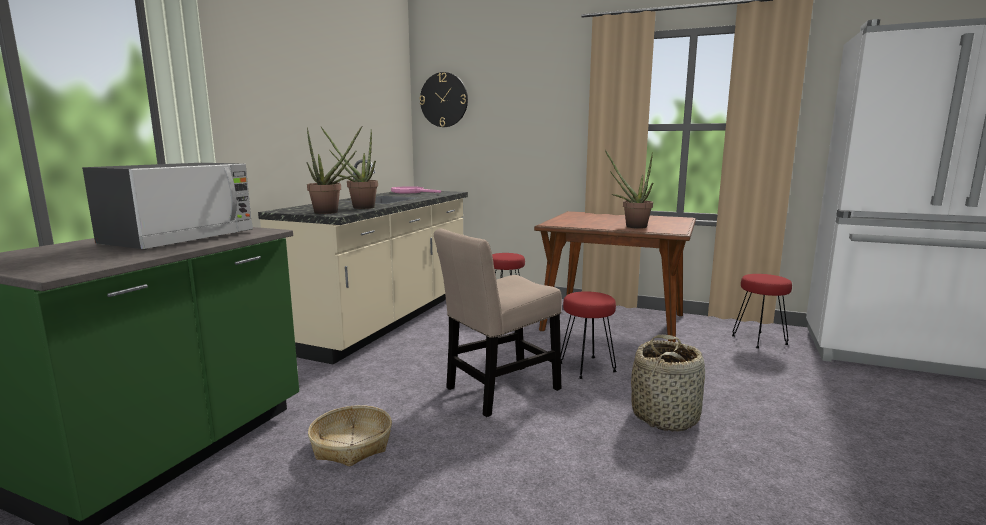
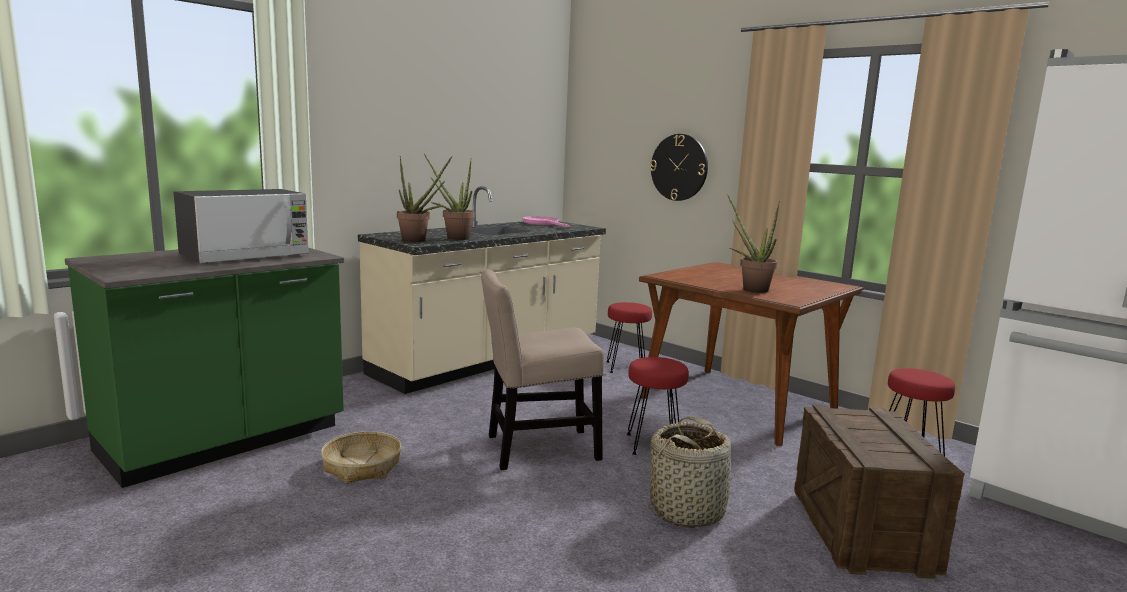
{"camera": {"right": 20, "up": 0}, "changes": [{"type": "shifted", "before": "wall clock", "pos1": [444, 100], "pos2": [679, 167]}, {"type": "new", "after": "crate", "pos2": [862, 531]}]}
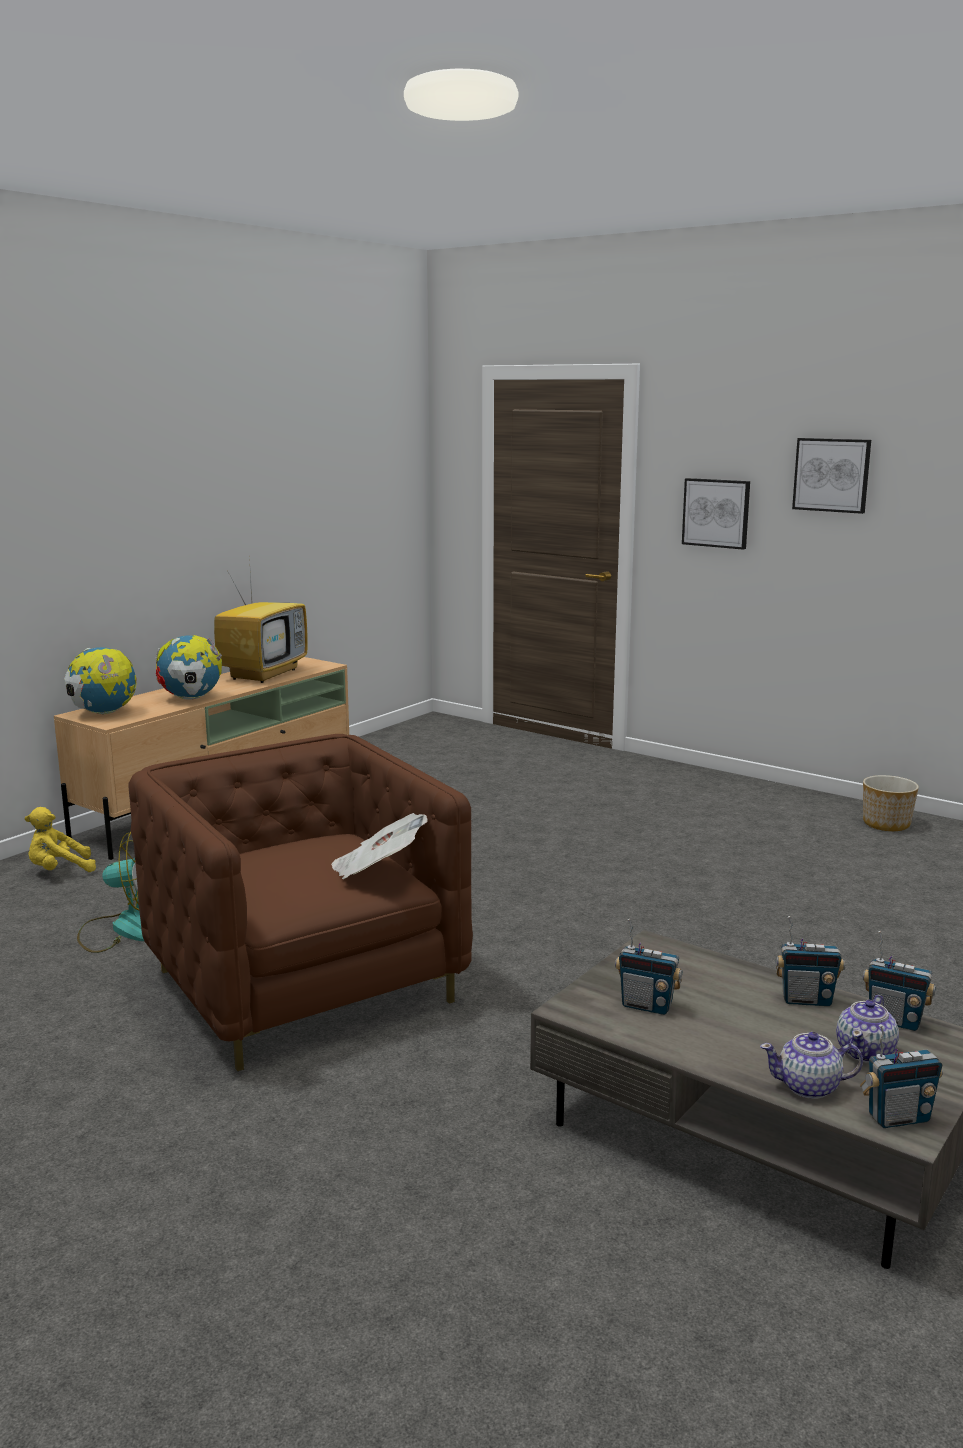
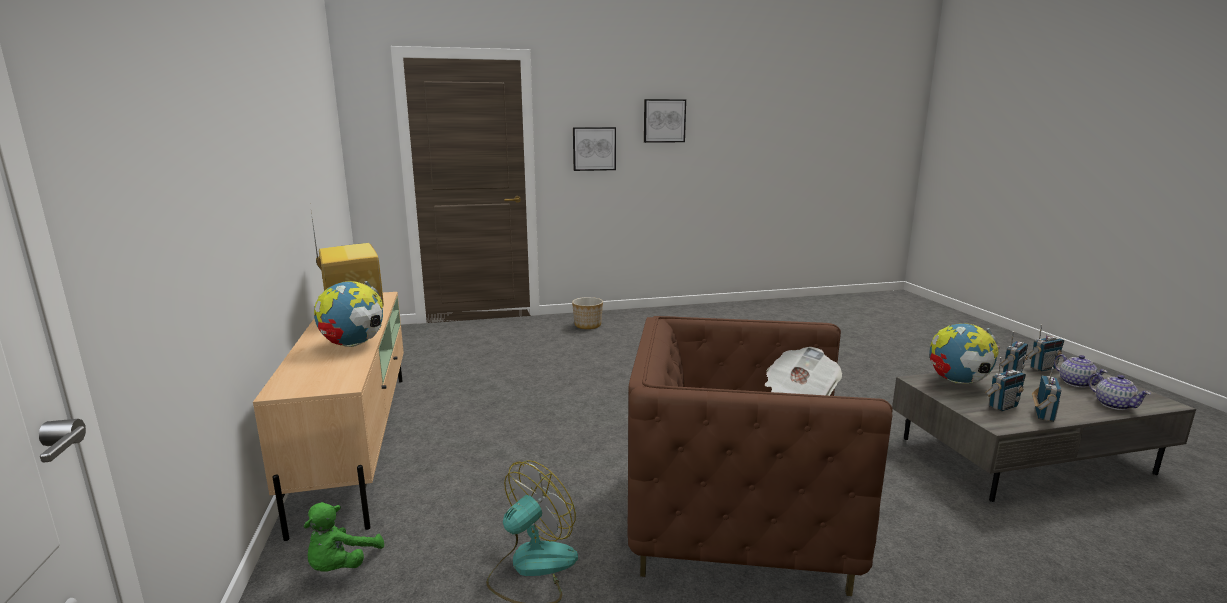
{"camera": {"right": -50, "up": 0}, "changes": [{"type": "repainted", "before": "yellow plush toy", "after": "green plush toy", "pos1": [59, 871], "pos2": [341, 566]}, {"type": "shifted", "before": "globe", "pos1": [104, 713], "pos2": [958, 382]}, {"type": "rotated", "before": "teapot", "pos1": [809, 1087], "pos2": [1114, 405], "turn": -60}, {"type": "shifted", "before": "radio", "pos1": [898, 1118], "pos2": [1043, 415]}, {"type": "shifted", "before": "planter", "pos1": [887, 824], "pos2": [588, 325]}]}
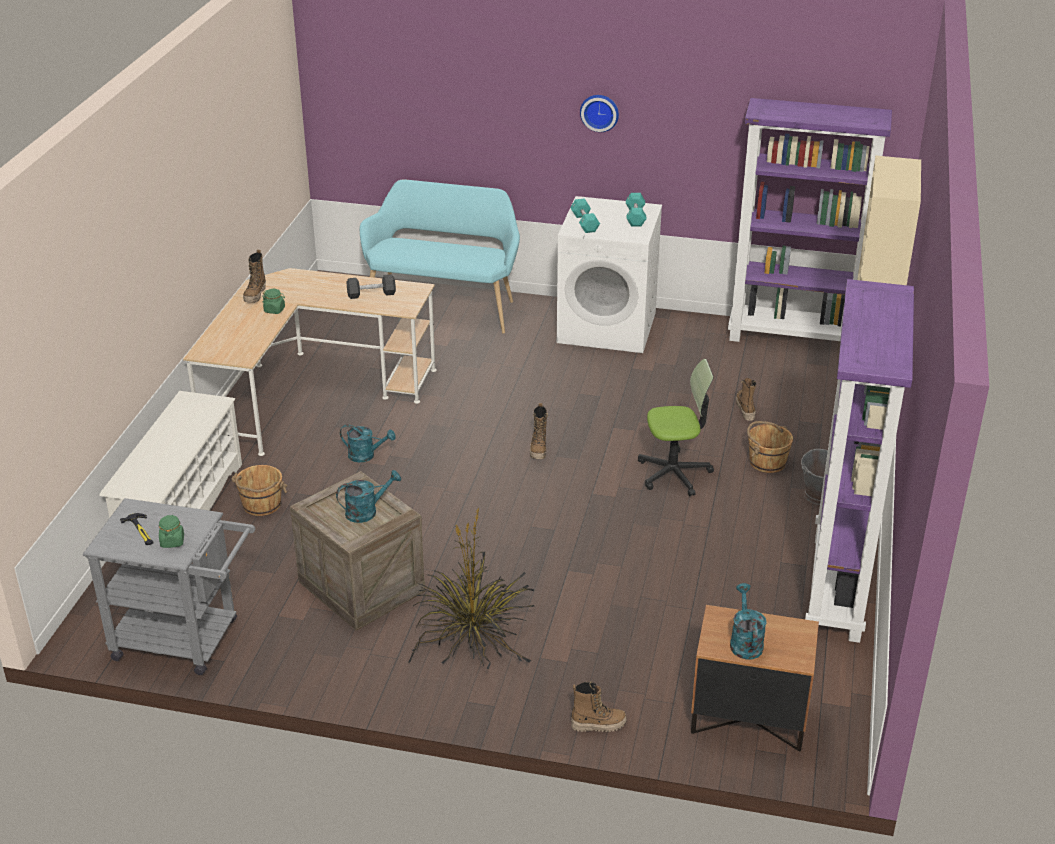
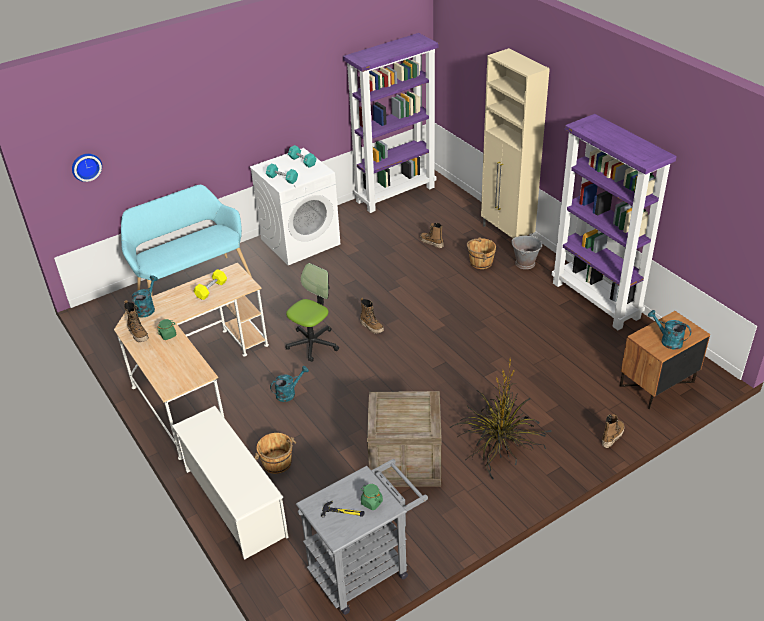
{"camera": {"right": -45, "up": 5}, "changes": [{"type": "shifted", "before": "turquoise watering can", "pos1": [367, 511], "pos2": [147, 308]}, {"type": "repainted", "before": "black dumbbell", "after": "yellow dumbbell", "pos1": [371, 294], "pos2": [211, 290]}, {"type": "shifted", "before": "wall clock", "pos1": [599, 112], "pos2": [86, 166]}, {"type": "shifted", "before": "office chair", "pos1": [674, 473], "pos2": [312, 343]}]}
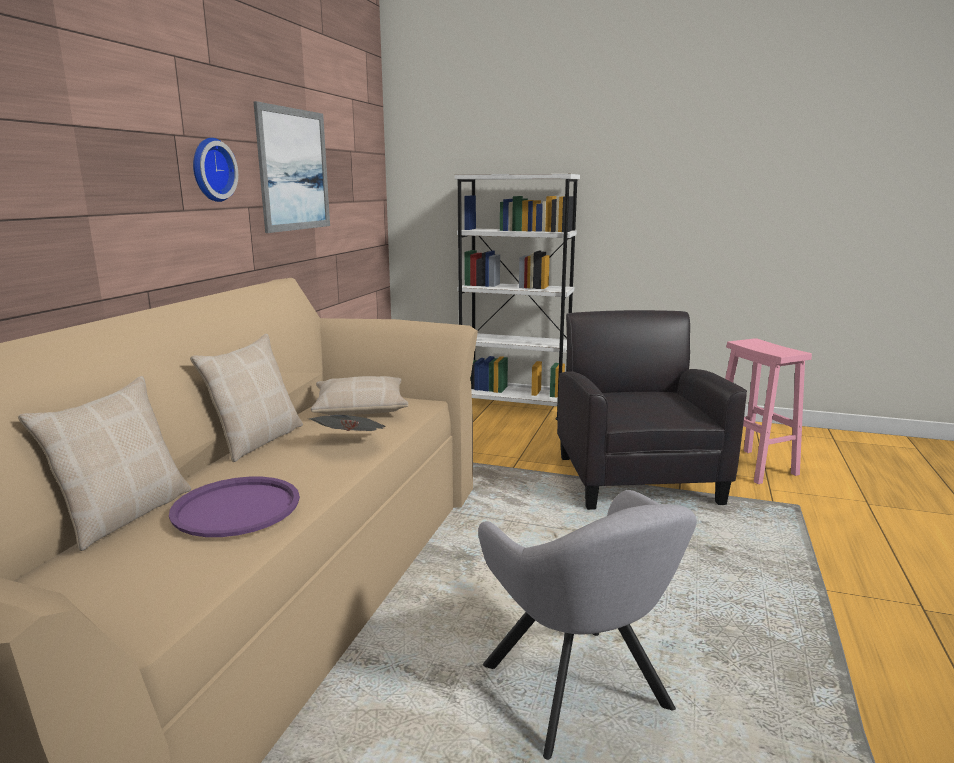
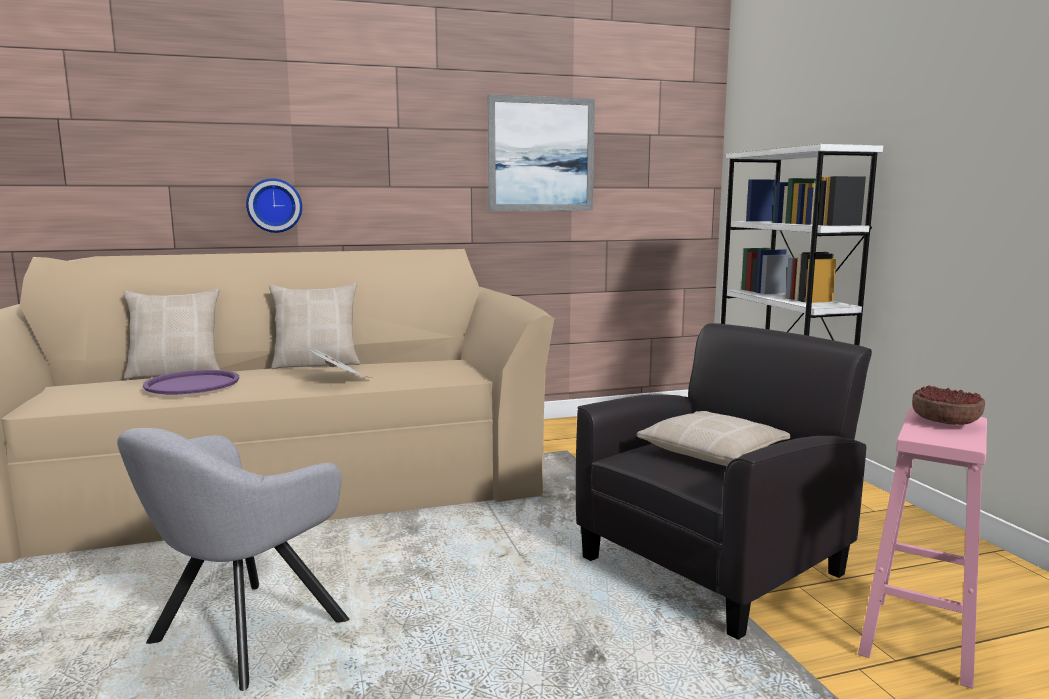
{"camera": {"right": 55, "up": -5}, "changes": [{"type": "shifted", "before": "wall clock", "pos1": [210, 170], "pos2": [274, 205]}, {"type": "shifted", "before": "beige pillow", "pos1": [360, 407], "pos2": [713, 451]}, {"type": "new", "after": "bowl", "pos2": [945, 421]}]}
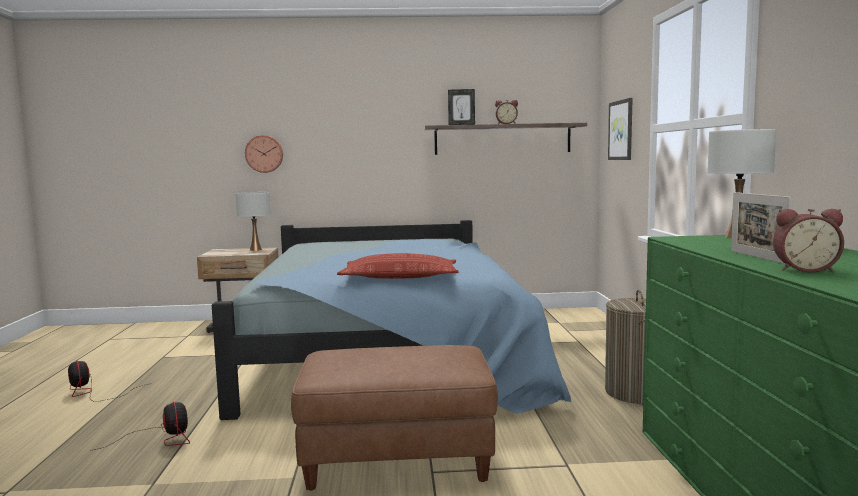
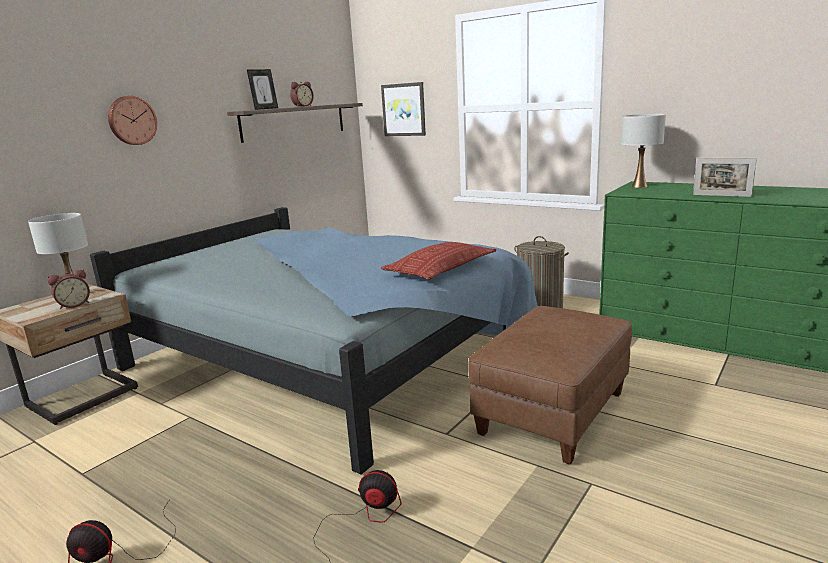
{"camera": {"right": -50, "up": 10}, "changes": [{"type": "shifted", "before": "wall clock", "pos1": [264, 154], "pos2": [131, 120]}, {"type": "shifted", "before": "alarm clock", "pos1": [804, 269], "pos2": [73, 305]}]}
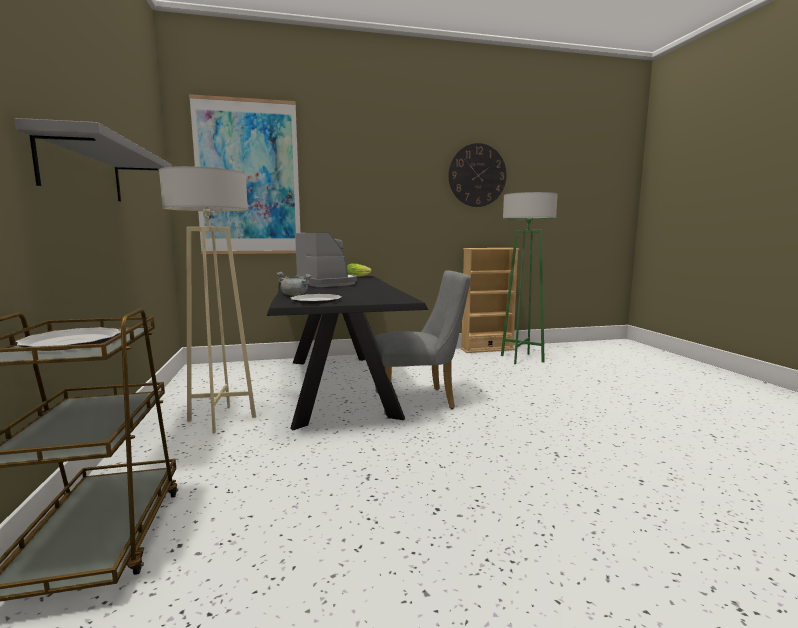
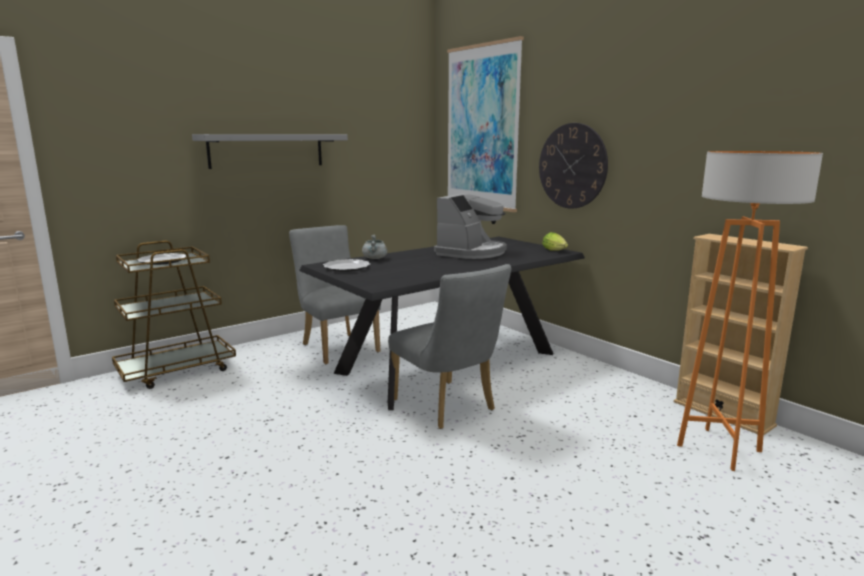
{"camera": {"right": 65, "up": 5}, "changes": [{"type": "swapped", "before": "beige floor lamp", "after": "grey chair", "pos1": [222, 419], "pos2": [337, 346]}, {"type": "shifted", "before": "wall clock", "pos1": [477, 175], "pos2": [572, 166]}, {"type": "repainted", "before": "green floor lamp", "after": "orange floor lamp", "pos1": [521, 359], "pos2": [718, 448]}]}
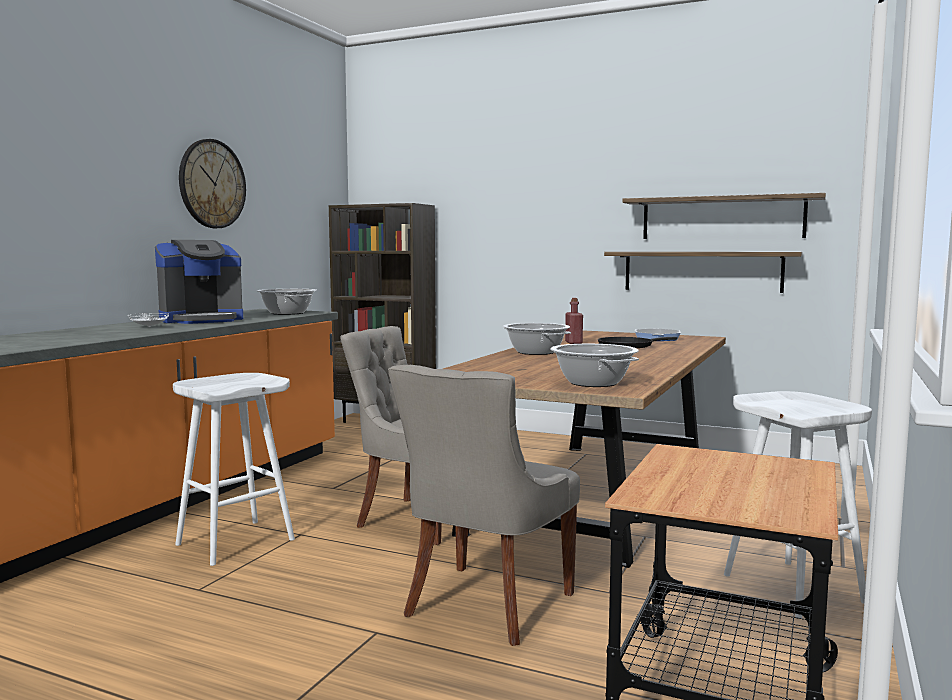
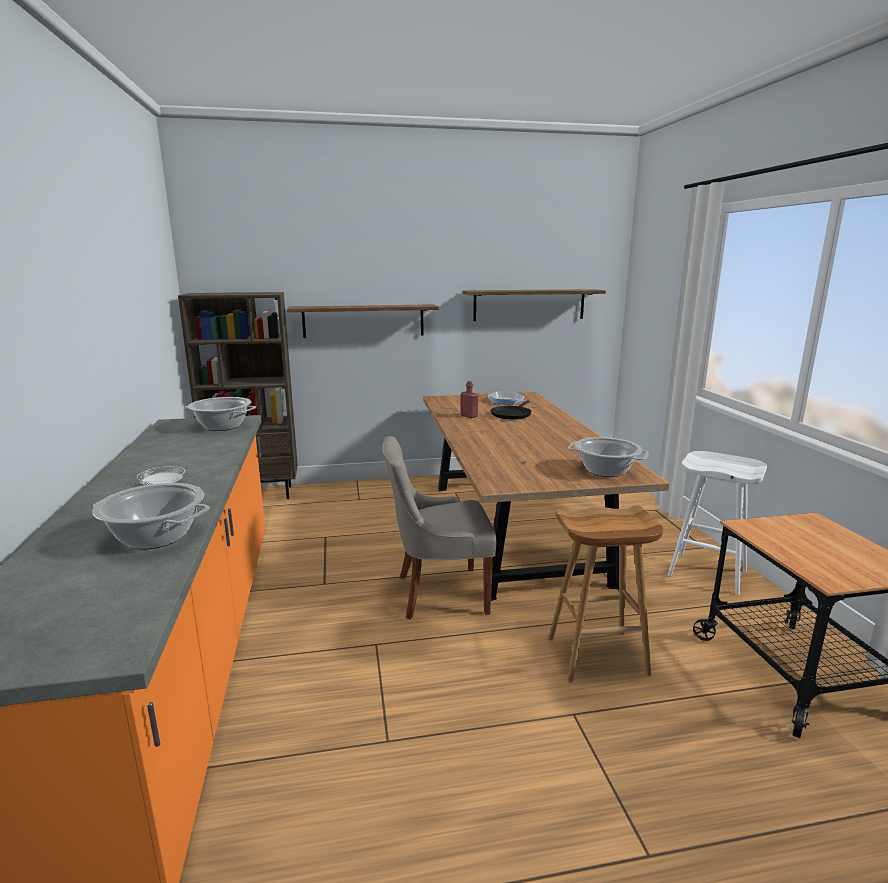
{"camera": {"right": -35, "up": 10}, "changes": [{"type": "gone", "before": "coffee machine", "pos1": [201, 320]}, {"type": "gone", "before": "white stool", "pos1": [236, 541]}, {"type": "gone", "before": "wall clock", "pos1": [212, 184]}, {"type": "swapped", "before": "grey chair", "after": "brown stool", "pos1": [485, 605], "pos2": [596, 656]}, {"type": "shifted", "before": "cooking pot", "pos1": [535, 352], "pos2": [155, 537]}, {"type": "shifted", "before": "shelf", "pos1": [702, 271], "pos2": [363, 321]}]}
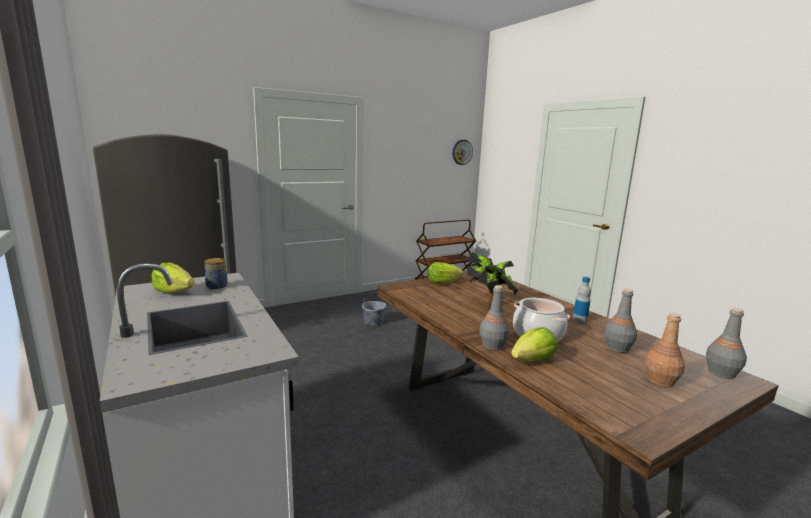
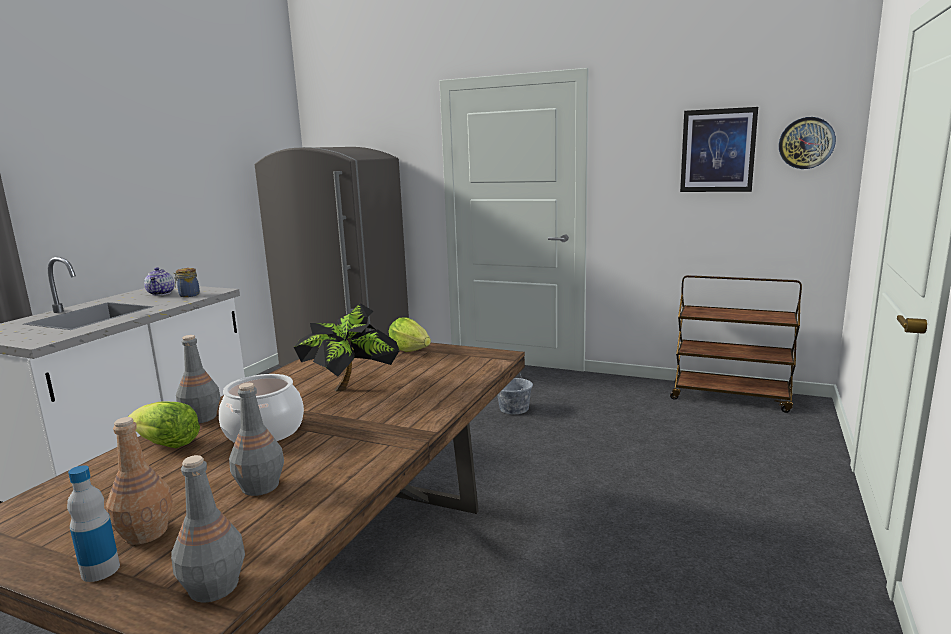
{"camera": {"right": 55, "up": 0}, "changes": [{"type": "swapped", "before": "lettuce", "after": "teapot", "pos1": [174, 292], "pos2": [161, 293]}, {"type": "shifted", "before": "bottle", "pos1": [579, 320], "pos2": [100, 570]}, {"type": "new", "after": "picture", "pos2": [718, 150]}]}
